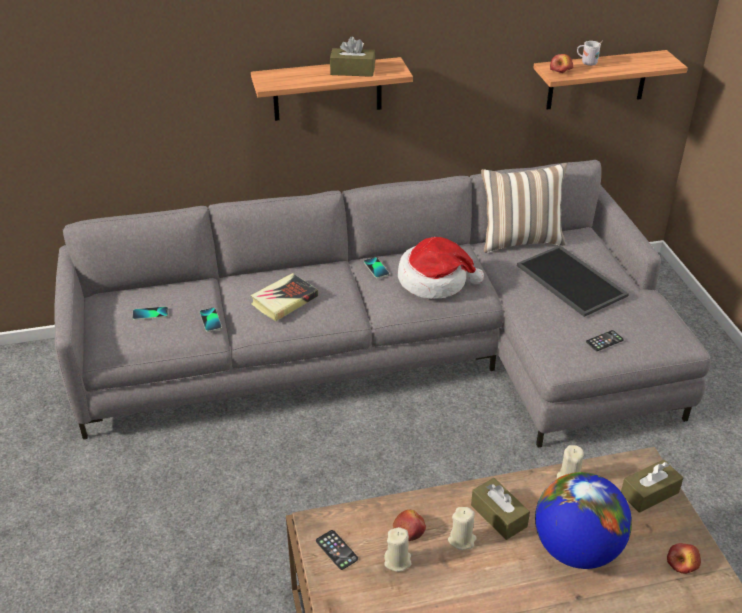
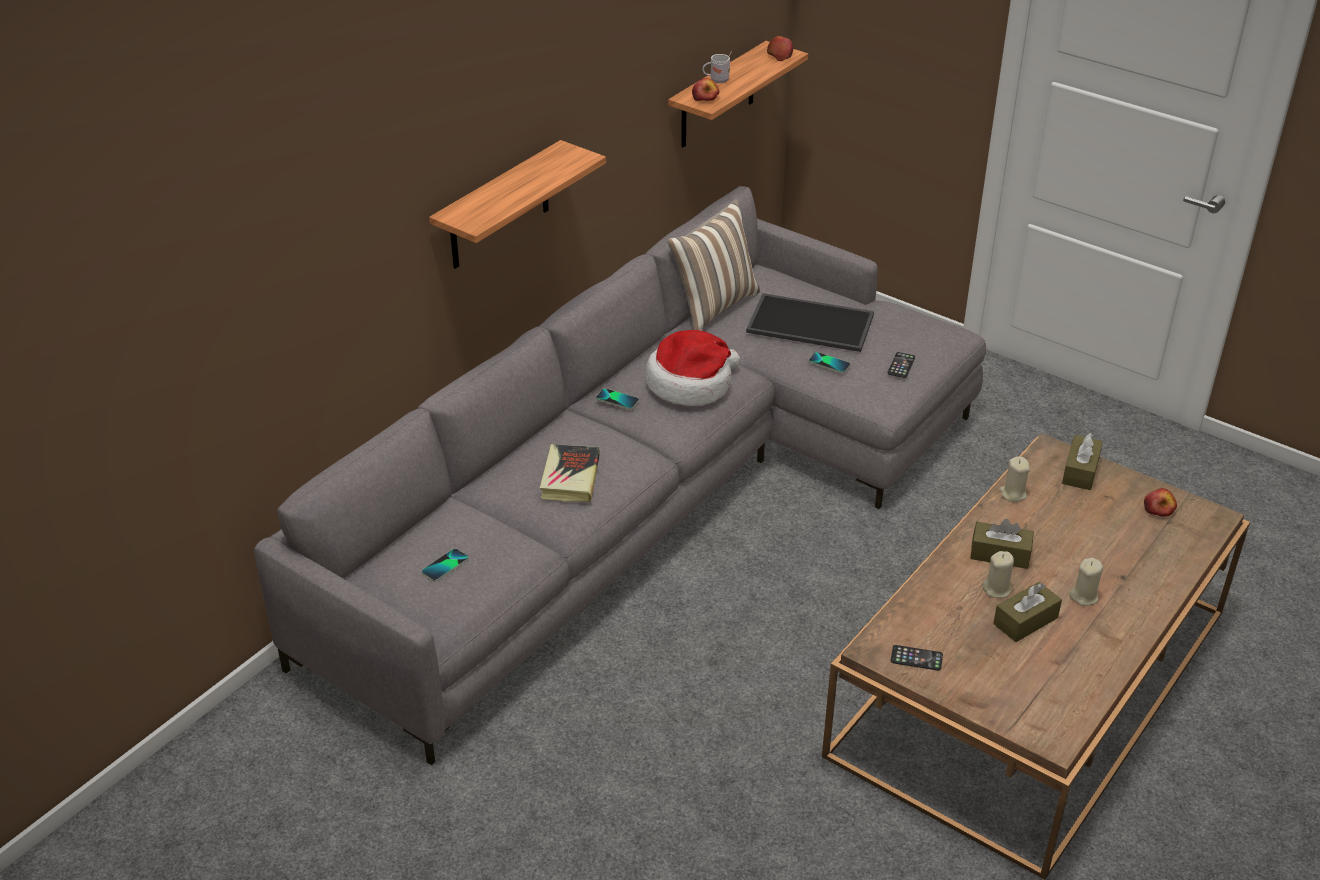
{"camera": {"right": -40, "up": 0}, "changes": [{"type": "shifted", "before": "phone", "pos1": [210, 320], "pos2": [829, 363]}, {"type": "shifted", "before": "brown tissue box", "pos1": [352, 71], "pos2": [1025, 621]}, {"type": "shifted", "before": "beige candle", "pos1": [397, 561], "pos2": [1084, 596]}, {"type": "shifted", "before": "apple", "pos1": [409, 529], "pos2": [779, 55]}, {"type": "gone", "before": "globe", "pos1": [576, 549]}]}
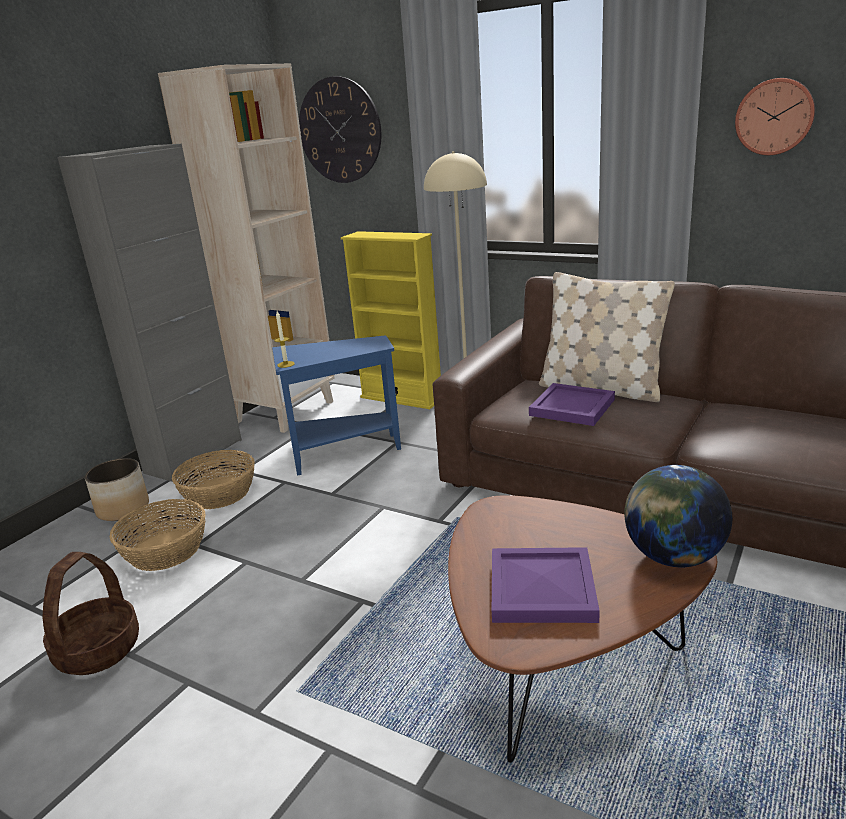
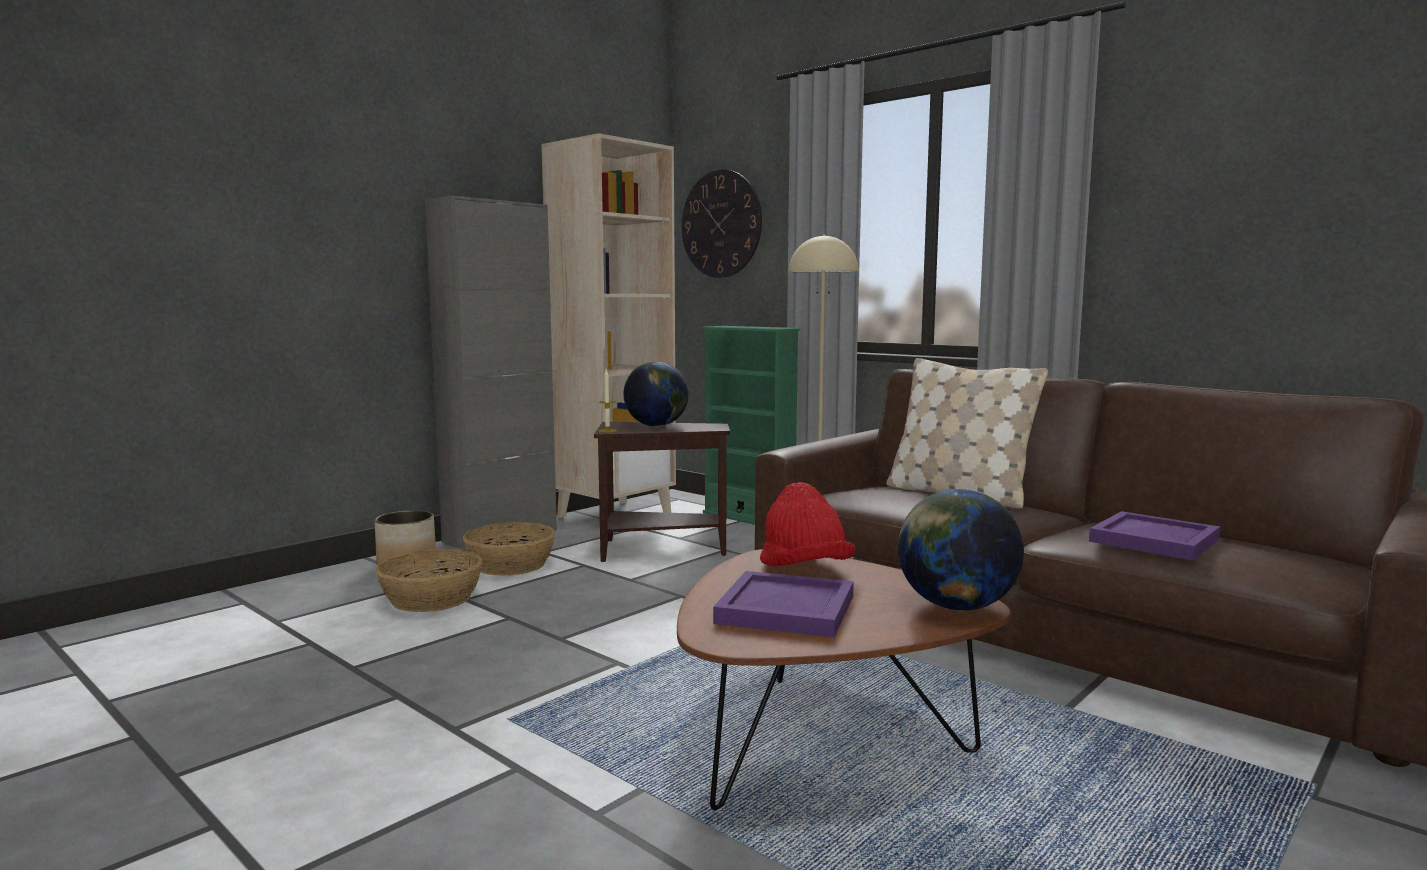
{"camera": {"right": 10, "up": -15}, "changes": [{"type": "gone", "before": "basket", "pos1": [98, 649]}, {"type": "repainted", "before": "blue side table", "after": "brown side table", "pos1": [340, 452], "pos2": [657, 550]}, {"type": "repainted", "before": "yellow bookcase", "after": "green bookcase", "pos1": [401, 398], "pos2": [748, 518]}, {"type": "shifted", "before": "purple tray", "pos1": [573, 408], "pos2": [1155, 541]}, {"type": "gone", "before": "wall clock", "pos1": [774, 116]}, {"type": "new", "after": "globe", "pos2": [656, 426]}, {"type": "new", "after": "red hat", "pos2": [804, 571]}]}
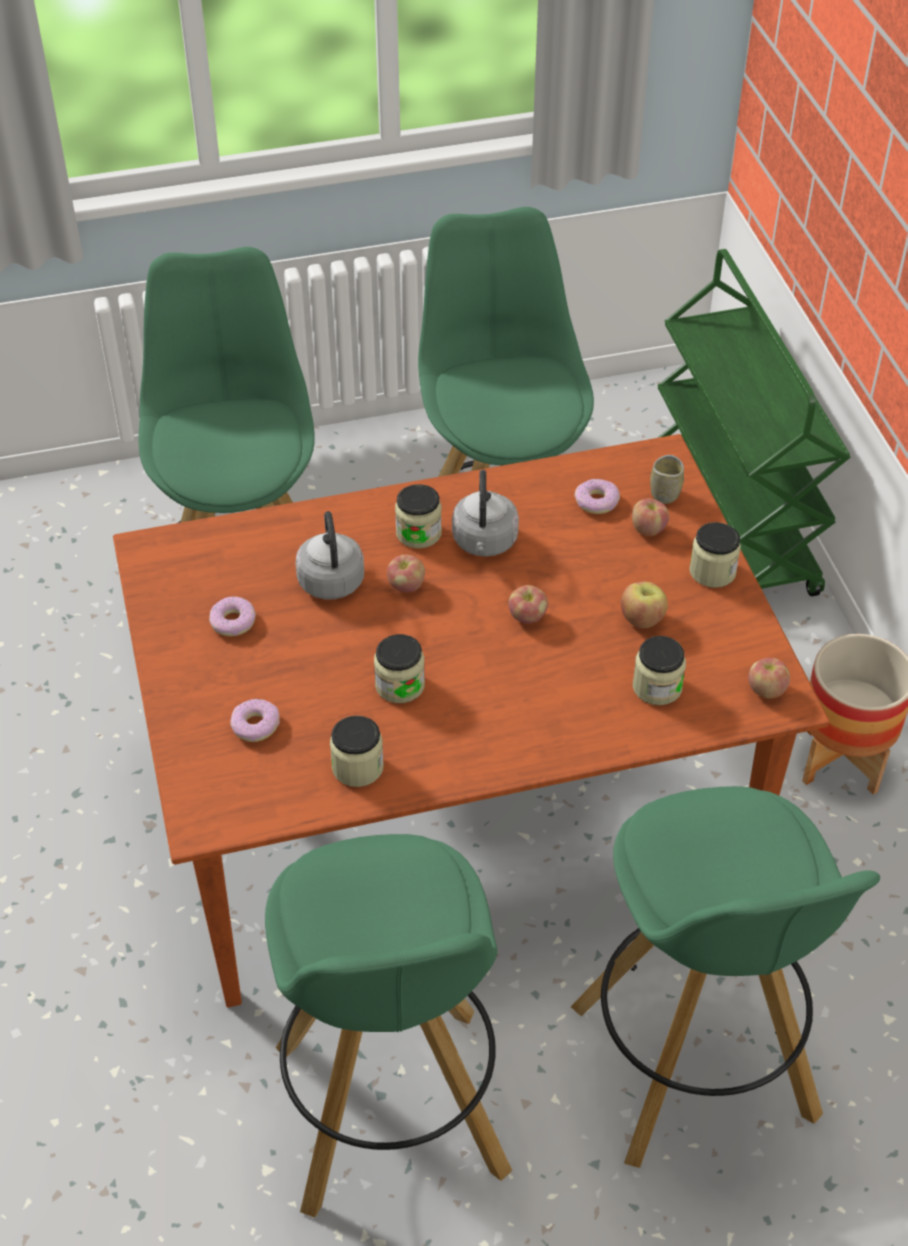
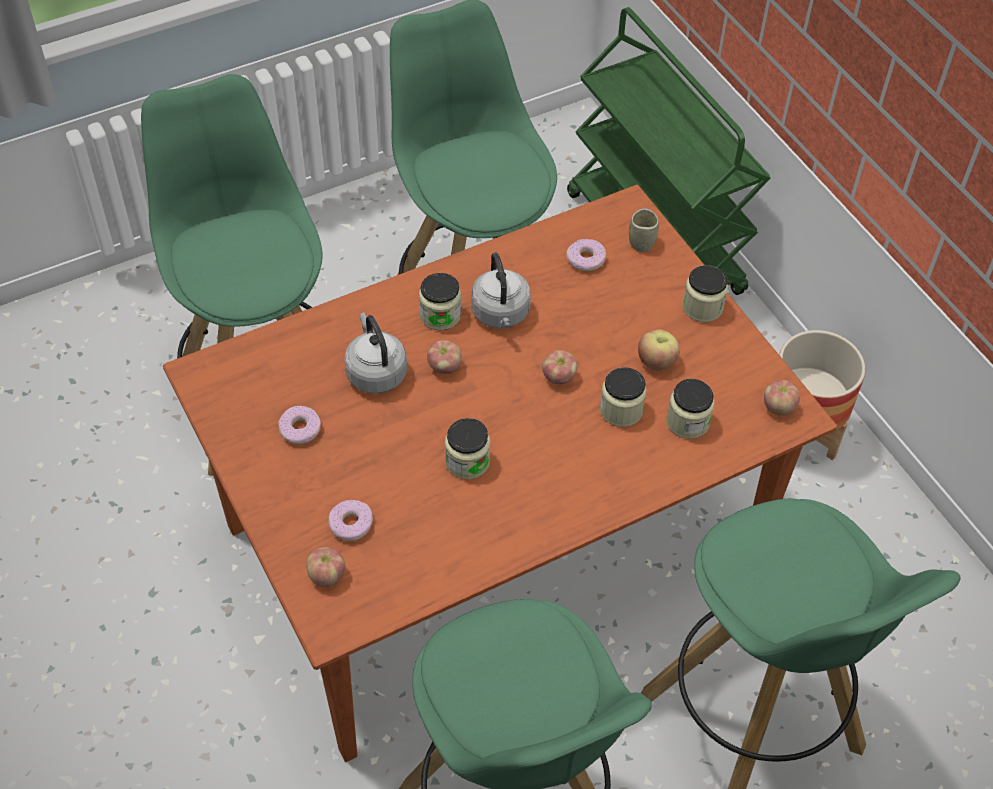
{"camera": {"right": -15, "up": 5}, "changes": [{"type": "shifted", "before": "jar", "pos1": [357, 767], "pos2": [621, 410]}, {"type": "shifted", "before": "apple", "pos1": [648, 529], "pos2": [326, 576]}]}
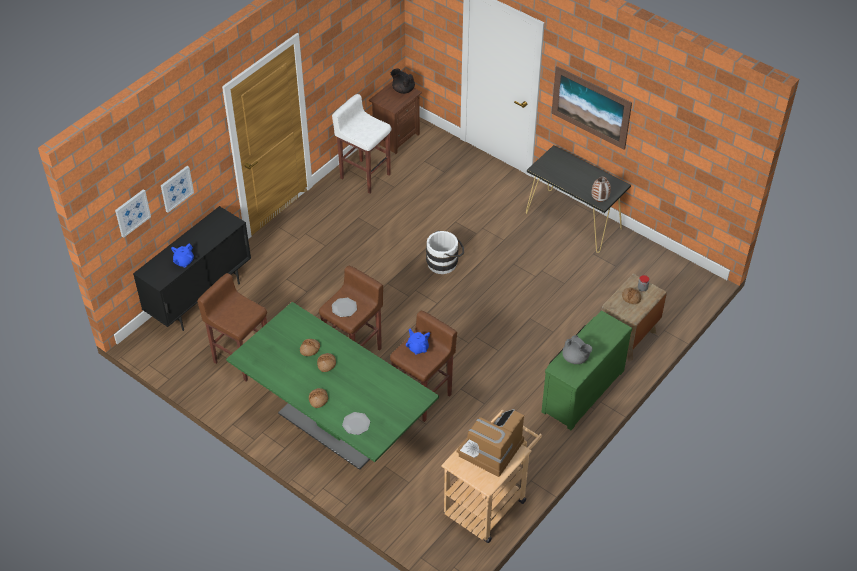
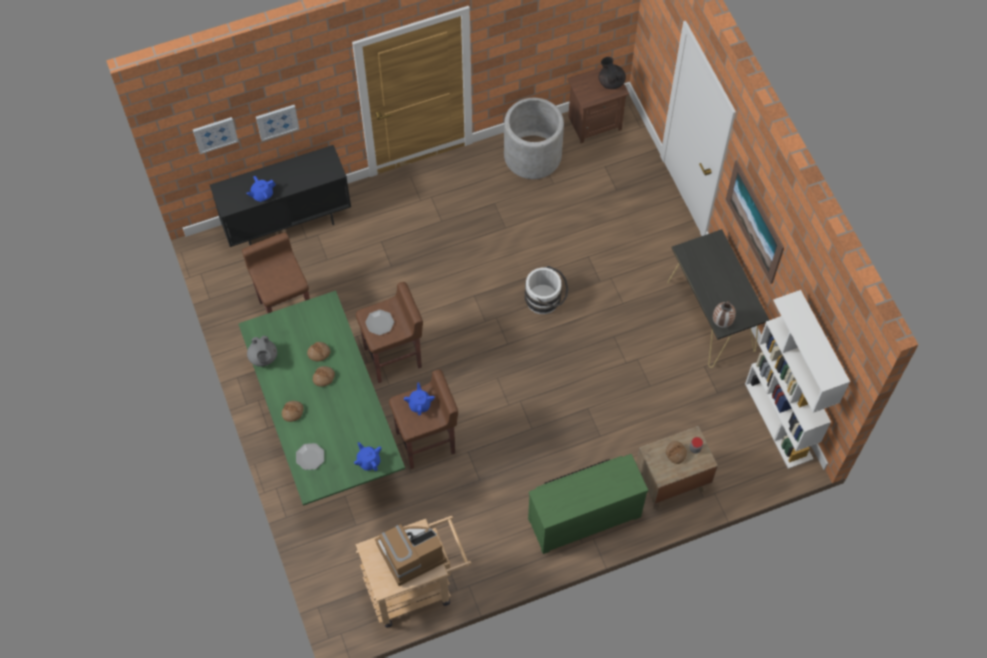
{"camera": {"right": 30, "up": 15}, "changes": [{"type": "swapped", "before": "white stool", "after": "grey planter", "pos1": [365, 175], "pos2": [532, 155]}, {"type": "shifted", "before": "grey teapot", "pos1": [575, 358], "pos2": [263, 357]}, {"type": "new", "after": "blue teapot", "pos2": [368, 461]}, {"type": "new", "after": "white bookcase", "pos2": [779, 421]}]}
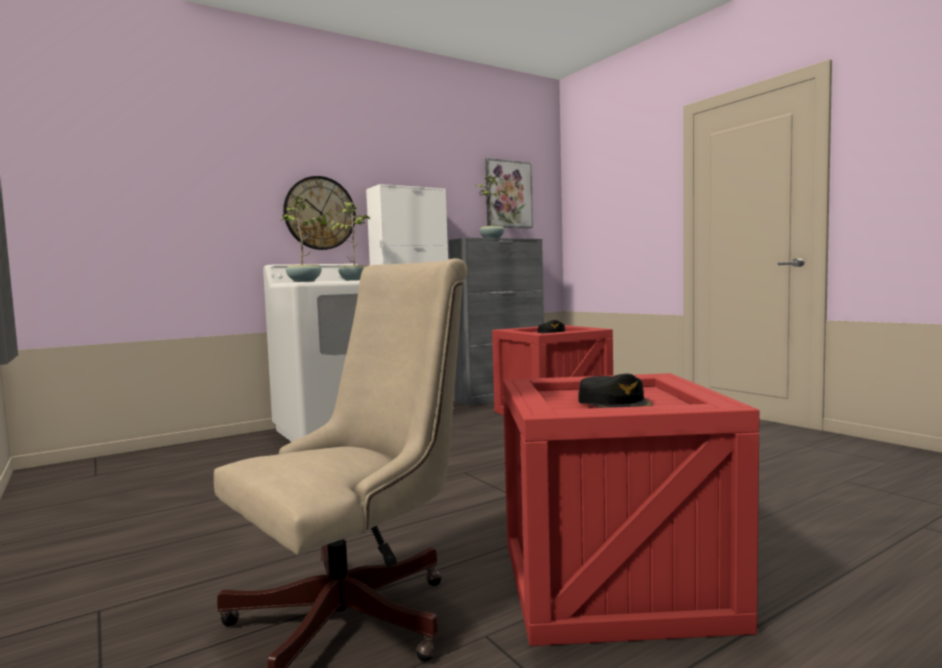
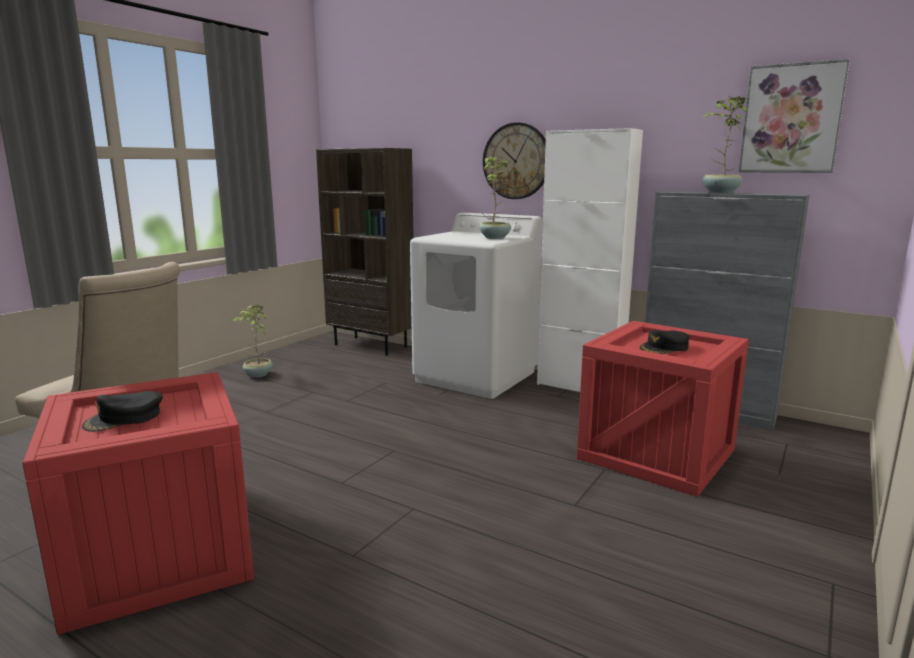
{"camera": {"right": 65, "up": 10}, "changes": [{"type": "shifted", "before": "potted plant", "pos1": [304, 281], "pos2": [257, 375]}, {"type": "new", "after": "brown bookcase", "pos2": [371, 345]}]}
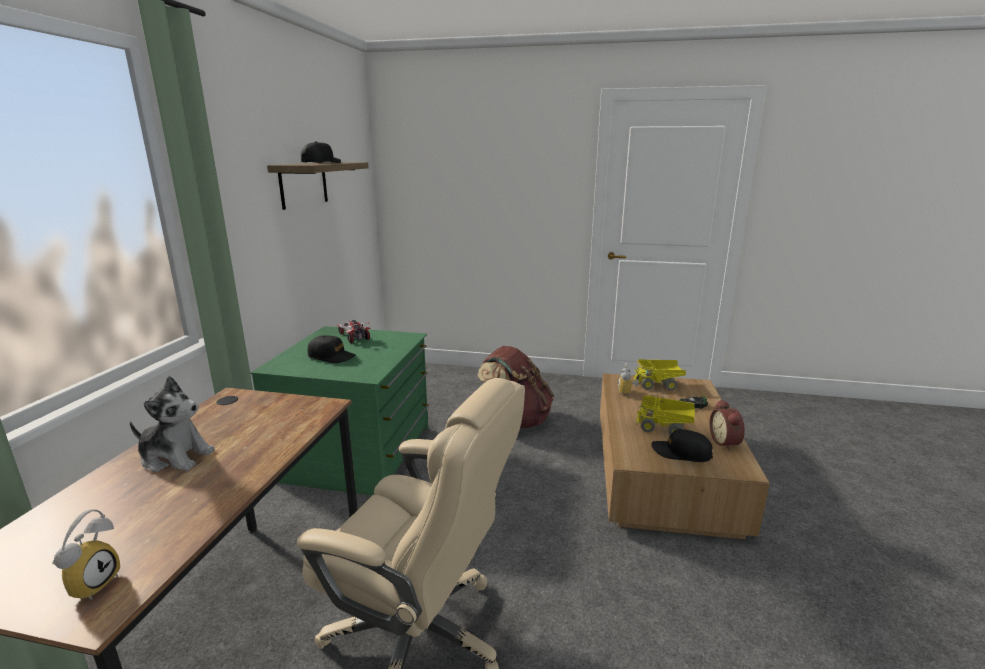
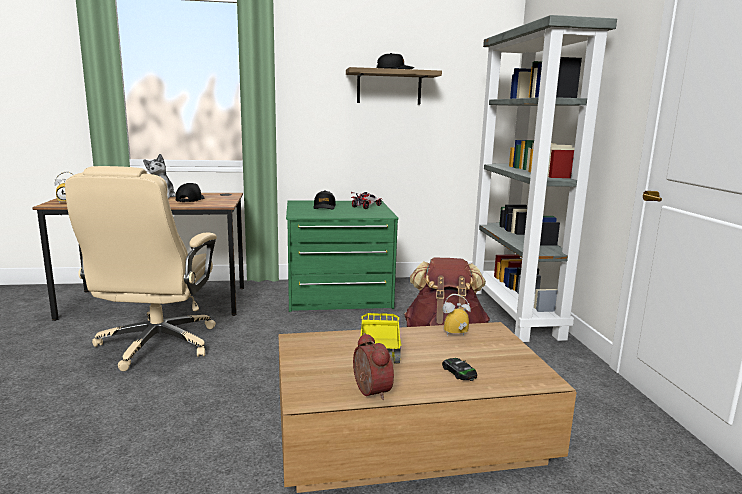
{"camera": {"right": 70, "up": -5}, "changes": [{"type": "gone", "before": "toy truck", "pos1": [658, 385]}, {"type": "shifted", "before": "black cap", "pos1": [681, 452], "pos2": [190, 199]}, {"type": "rotated", "before": "alarm clock", "pos1": [726, 442], "pos2": [369, 391], "turn": 90}, {"type": "new", "after": "grey bookcase", "pos2": [514, 313]}]}
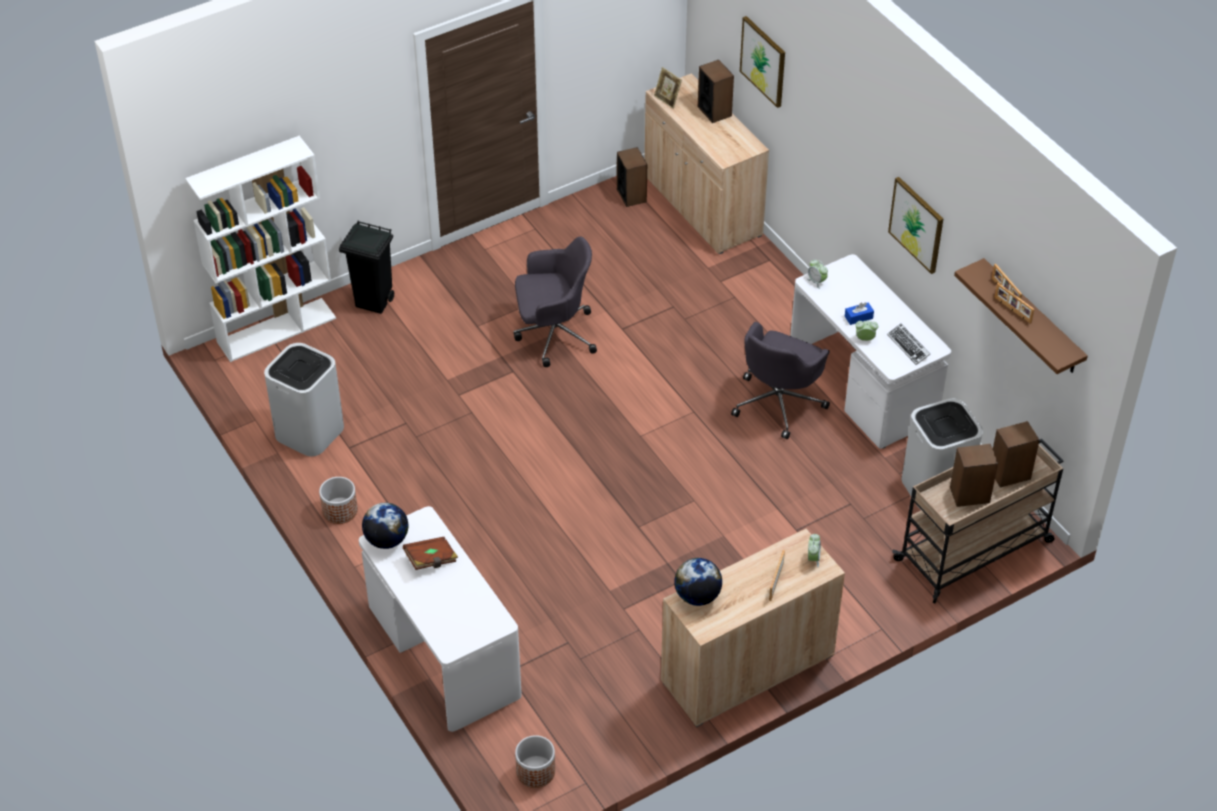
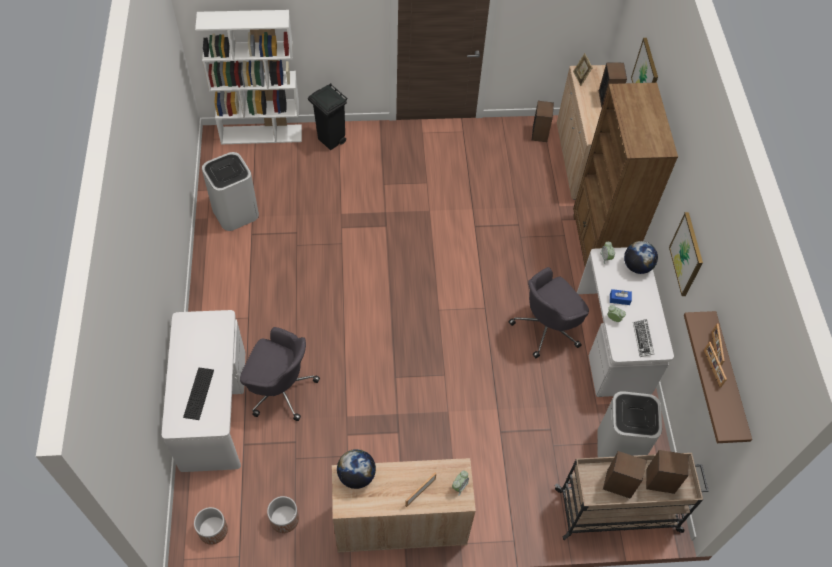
{"camera": {"right": 25, "up": 10}, "changes": [{"type": "shifted", "before": "planter", "pos1": [339, 511], "pos2": [284, 519]}, {"type": "shifted", "before": "globe", "pos1": [386, 540], "pos2": [637, 266]}, {"type": "gone", "before": "brown book", "pos1": [431, 560]}, {"type": "shifted", "before": "grey office chair", "pos1": [553, 334], "pos2": [280, 388]}, {"type": "new", "after": "keyboard", "pos2": [198, 393]}, {"type": "new", "after": "brown bookcase", "pos2": [598, 247]}]}
